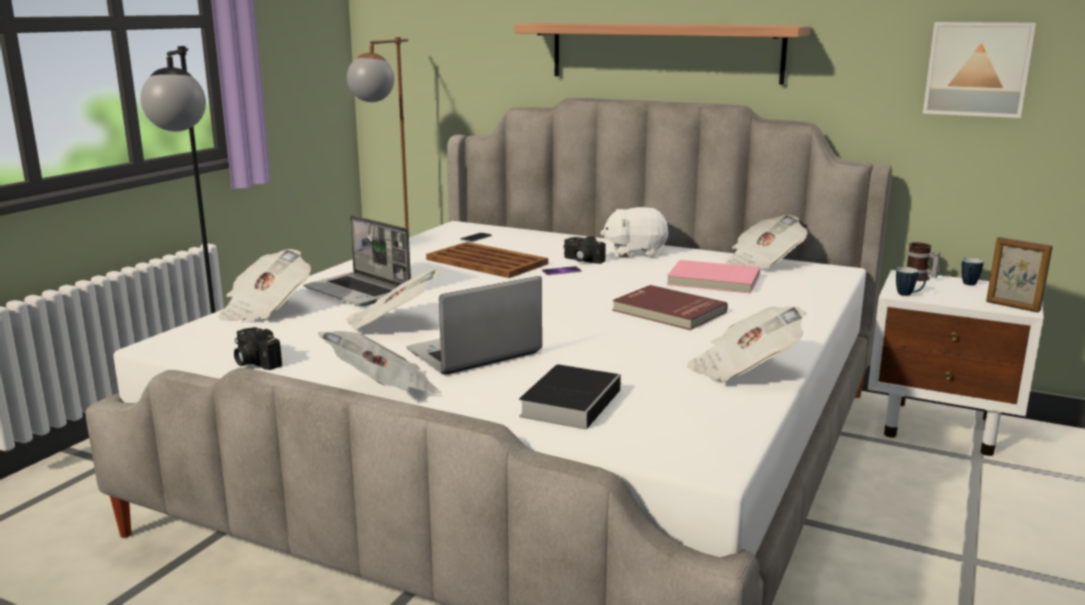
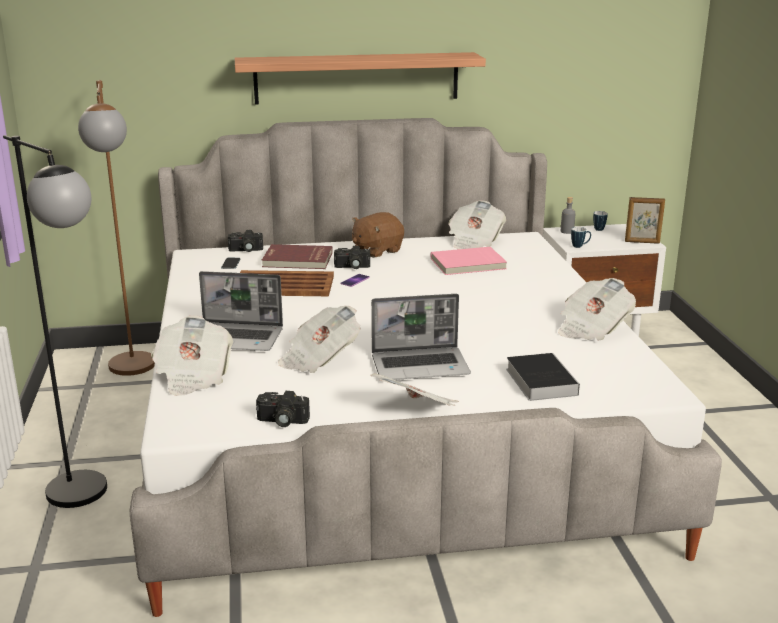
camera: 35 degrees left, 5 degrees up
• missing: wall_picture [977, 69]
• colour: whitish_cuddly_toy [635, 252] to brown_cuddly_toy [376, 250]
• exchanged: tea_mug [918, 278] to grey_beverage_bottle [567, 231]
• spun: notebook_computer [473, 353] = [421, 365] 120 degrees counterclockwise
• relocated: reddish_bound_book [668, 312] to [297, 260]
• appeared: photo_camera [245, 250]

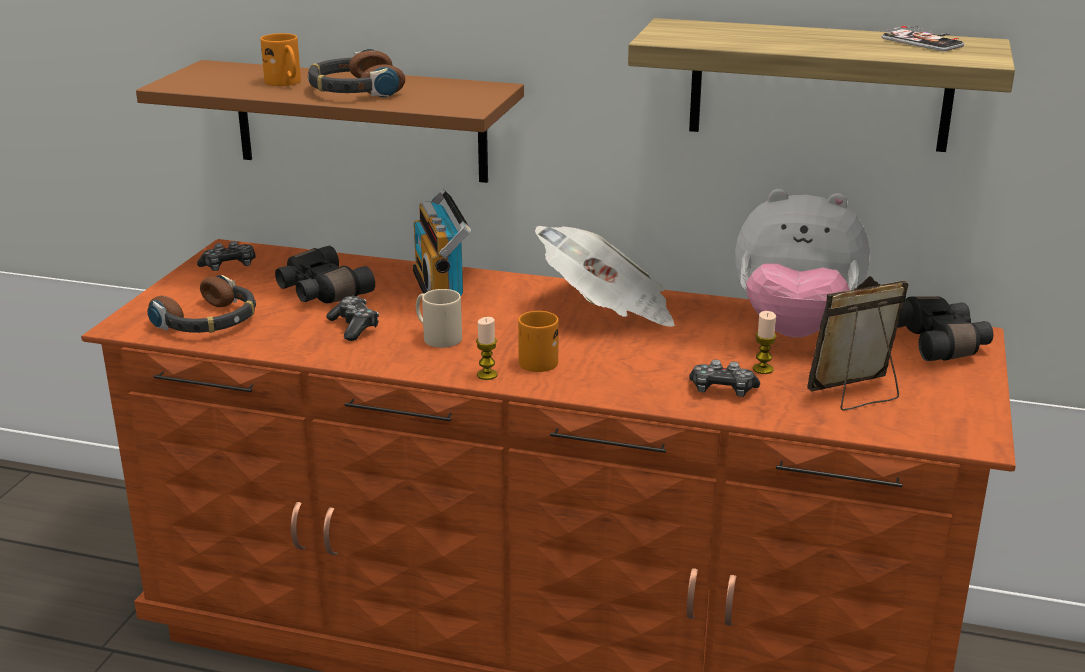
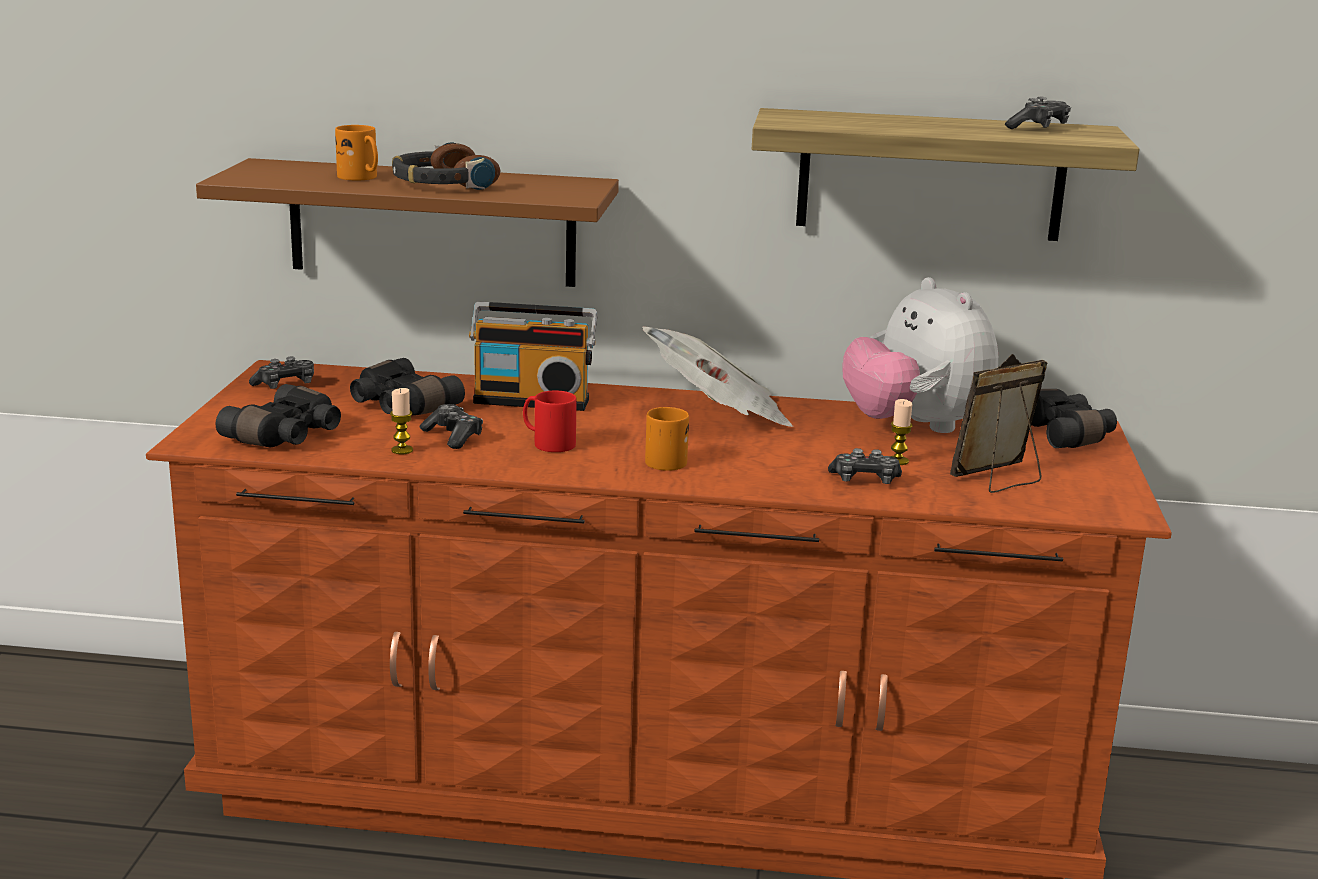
camera: 10 degrees left, 5 degrees down
• exchanged: handset [922, 42] to joypad [1038, 128]
• spun: radio [441, 288] = [532, 400] 60 degrees counterclockwise
• spun: cuddly_toy [794, 329] = [915, 426] 60 degrees clockwise
• exchanged: headset [208, 321] to black-coloured_field_glasses [287, 435]
• colour: beige-coloured_tea_mug [436, 337] to reddish_tea_mug [547, 443]
• relocated: candle [487, 375] to [402, 450]

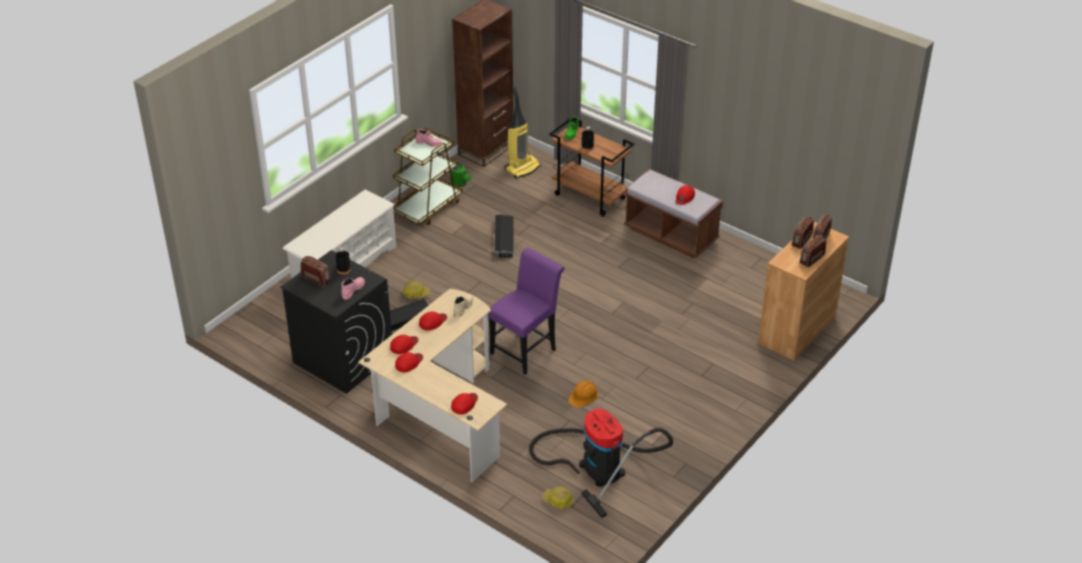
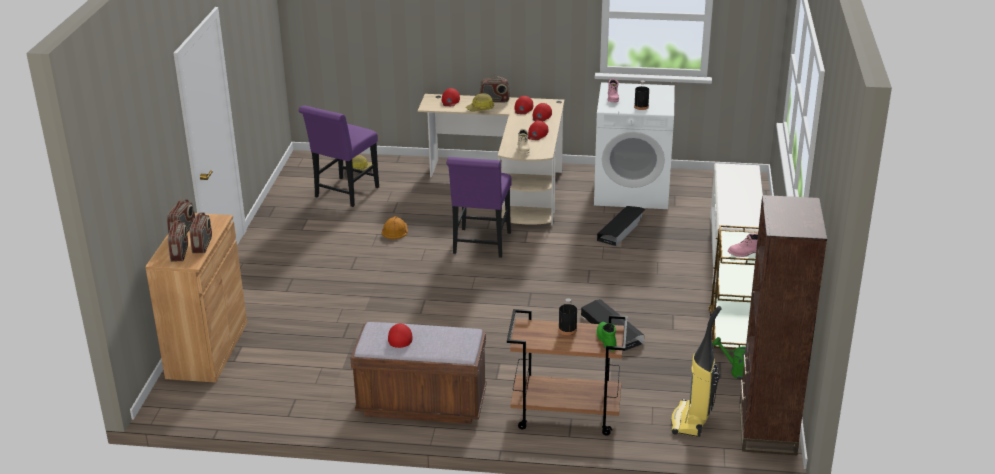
camera: 150 degrees right, 10 degrees down
• colour: black-coloured_washing_machine [342, 359] to whitish_washing_machine [632, 191]
• relocated: radio [316, 279] to [494, 100]
• relocated: hard_hat [416, 293] to [481, 109]
• exchanged: vacuum [597, 466] to purple_plain_chair [344, 194]

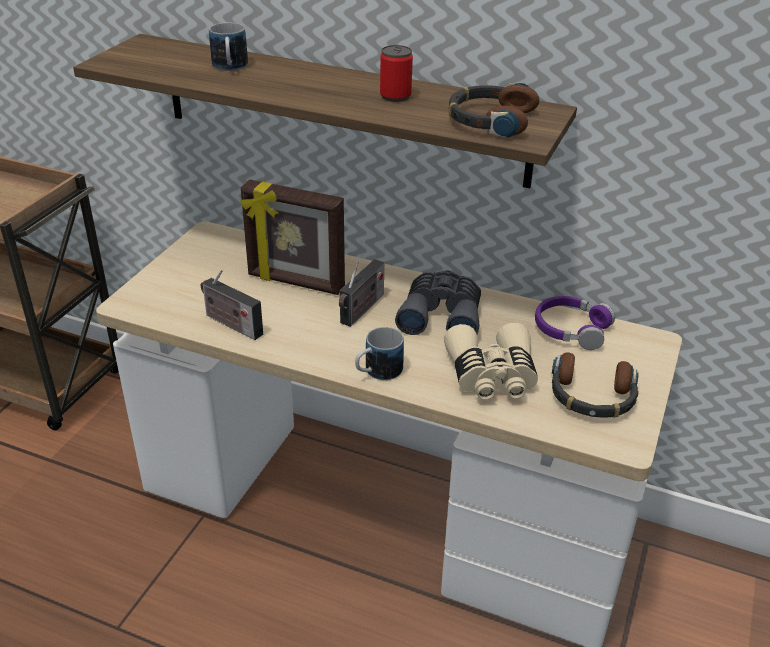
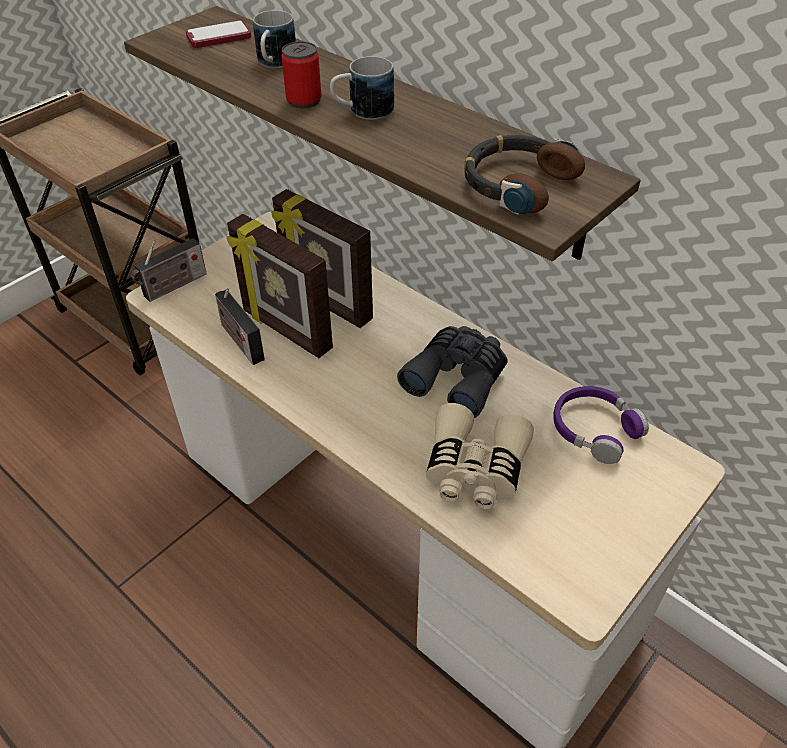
camera: 20 degrees right, 10 degrees up
• relocated: sealed_can [395, 96] to [304, 100]
• relocated: radio [361, 310] to [173, 287]
• relocated: tea_mug [377, 372] to [362, 111]
• missing: headset [591, 396]
• appeared: handset [219, 36]
• appeared: photo_frame [285, 331]

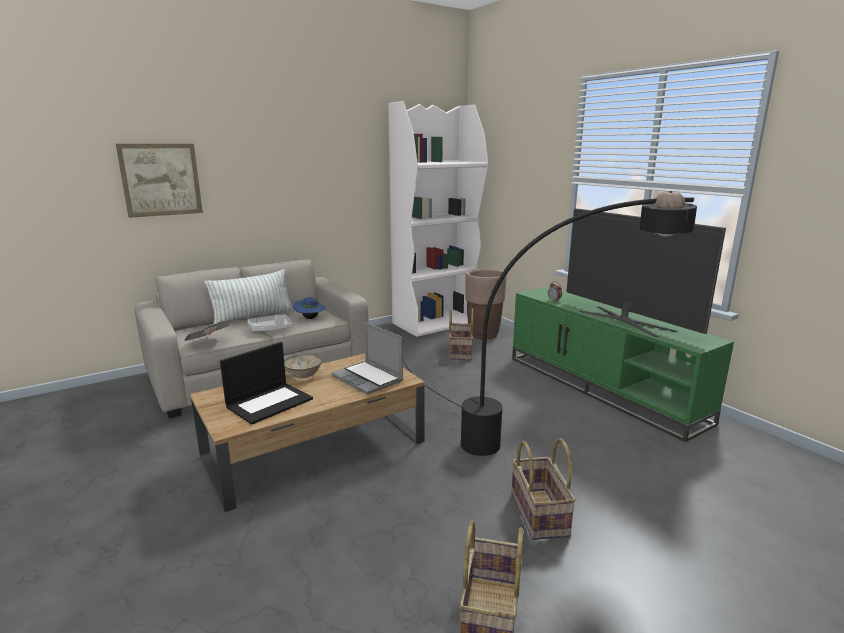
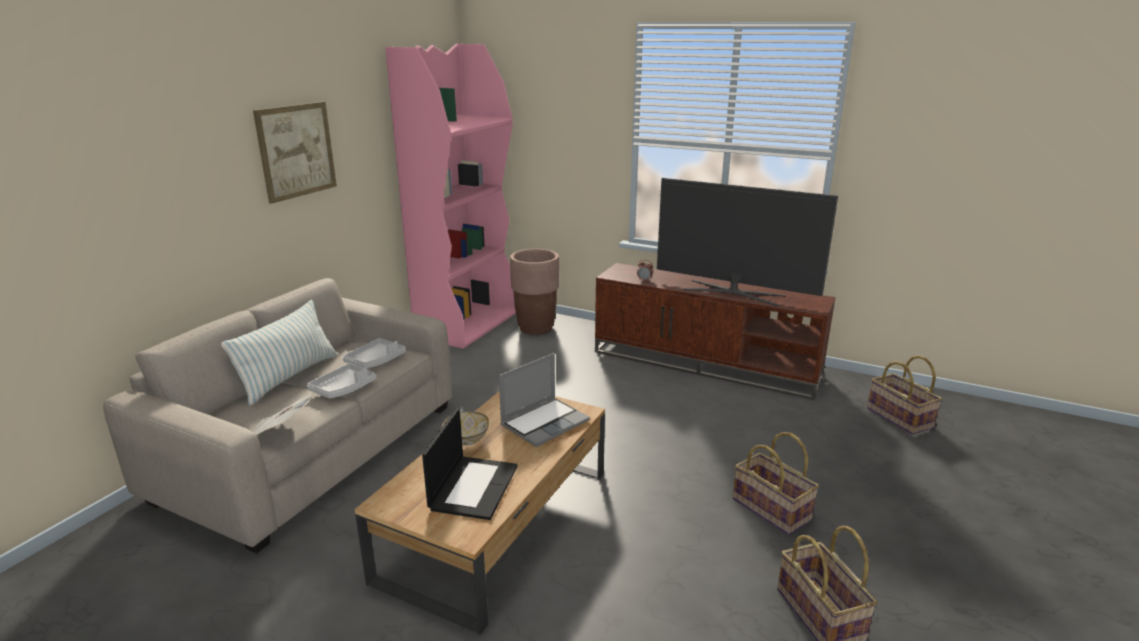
camera: 30 degrees left, 5 degrees up
• colour: whitish_bookcase [437, 322] to pink_bookcase [468, 323]
• relocated: wall_picture [161, 180] to [296, 151]
• missing: black-coloured_standing_lamp [526, 435]
• colour: green-coloured_tv_unit [602, 388] to brown_tv_unit [706, 363]
• exchanged: blue-coloured_wearable_hat [310, 318] to grey_carrying_tray [376, 361]
• relocated: basket [460, 352] to [898, 418]
• spun: notebook_computer [368, 379] = [545, 422] 60 degrees counterclockwise

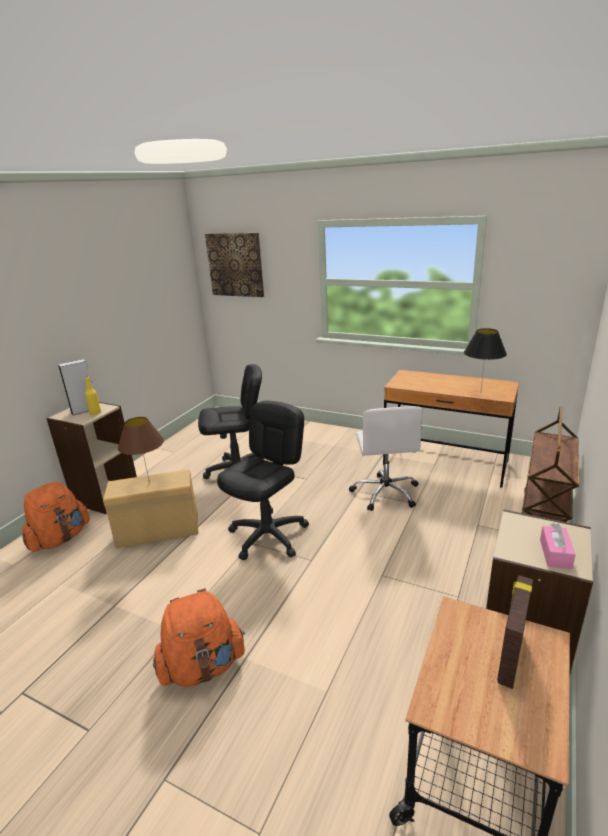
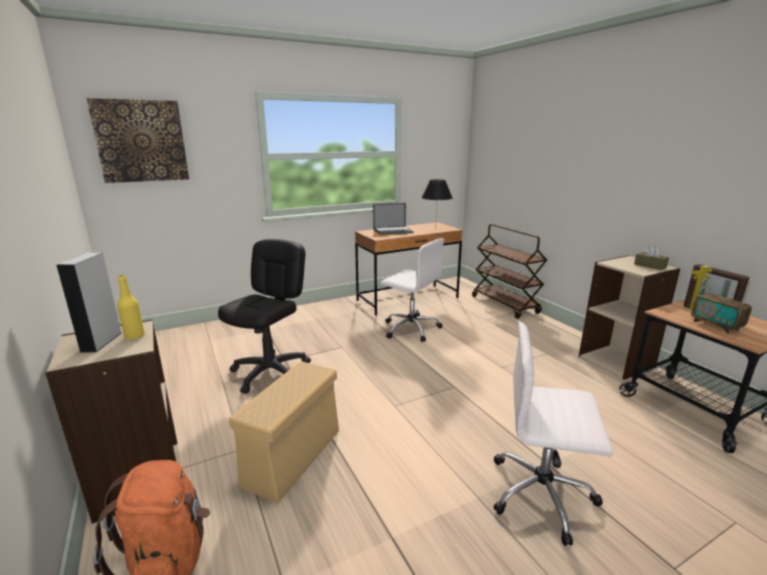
camera: 55 degrees left, 5 degrees down
• missing: black-coloured_desk_chair [268, 536]
• missing: brown_tabletop_lamp [149, 483]
• colour: pink_tissue_box [555, 553] to brown_tissue_box [650, 266]
• exchanged: orangey_knapsack [203, 667] to whitish_desk_chair [543, 494]
• appeared: notebook_computer [393, 231]
• appeared: radio [716, 326]

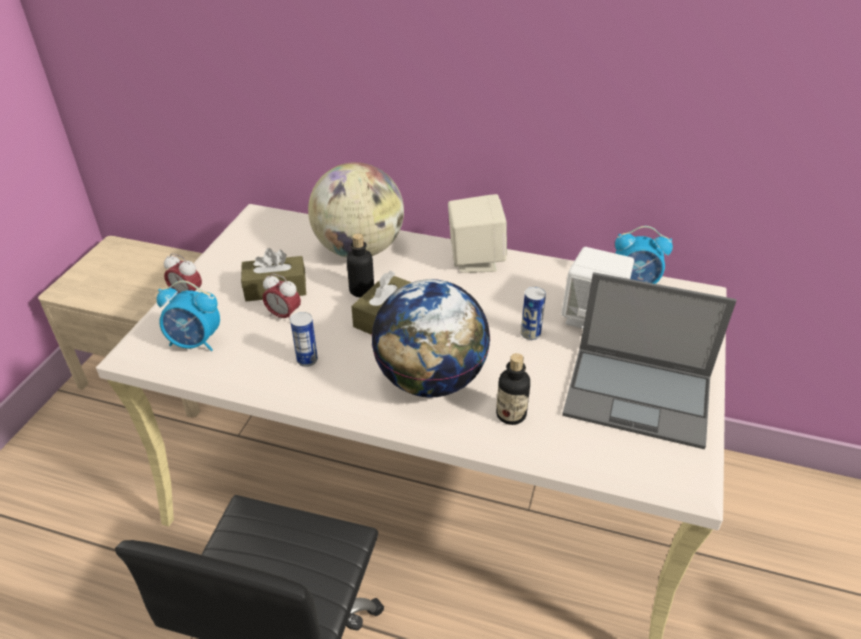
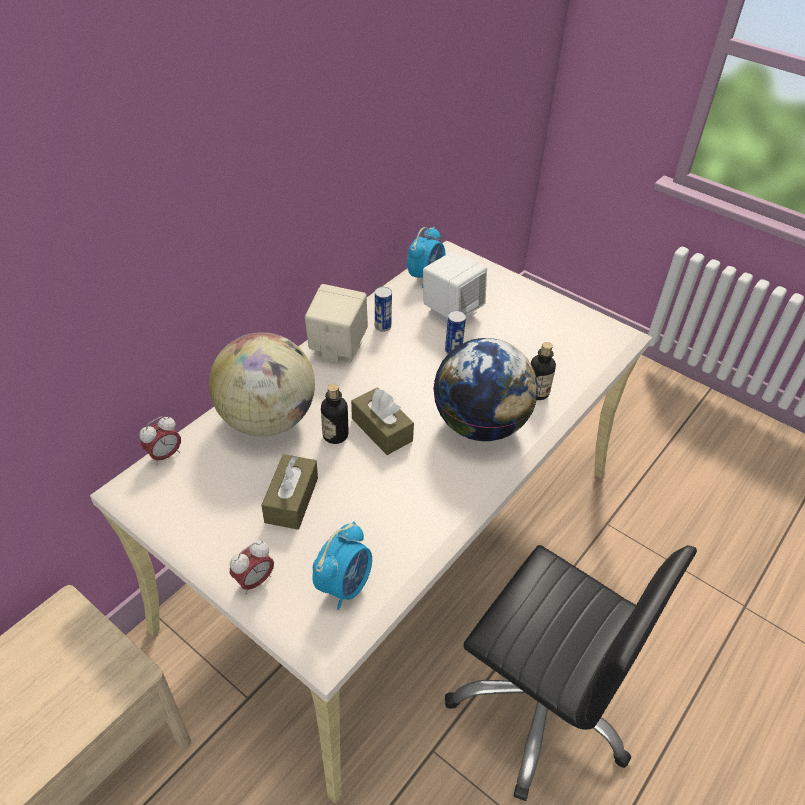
camera: 70 degrees left, 5 degrees up
• missing: notebook_computer [639, 396]
• relocated: alarm_clock [284, 316] to [165, 455]
• relocated: sealed_can [307, 360] to [382, 326]

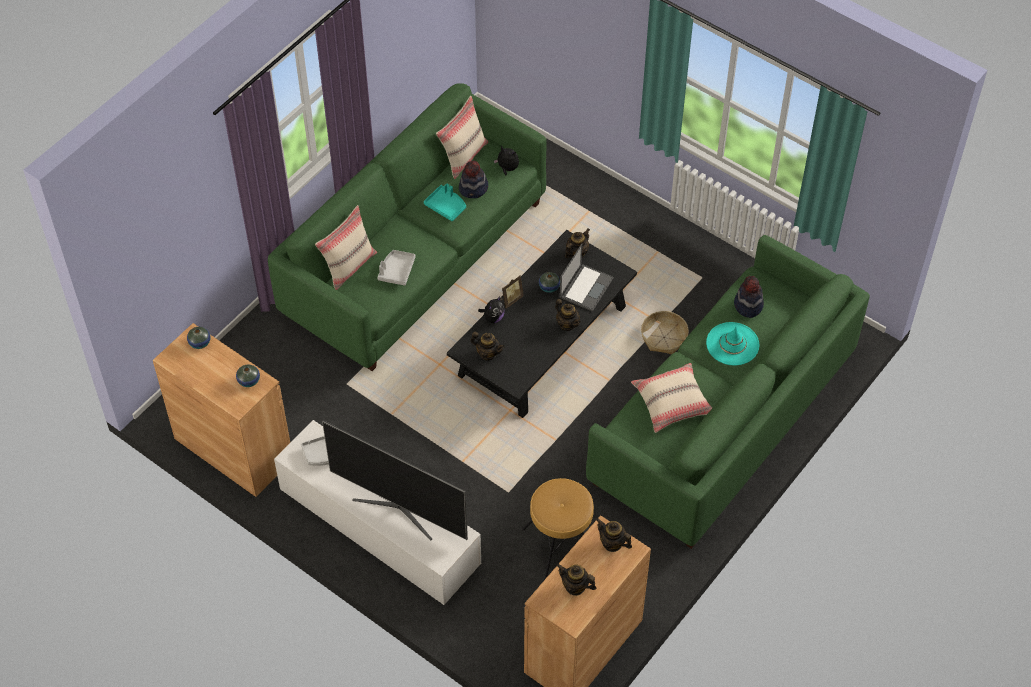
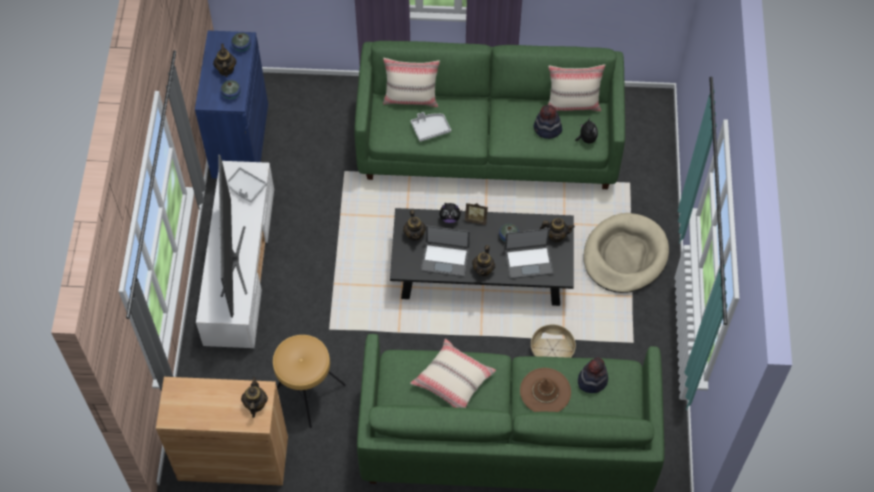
camera: 55 degrees right, 5 degrees up
• missing: turquoise-coloured_carrying_tray [446, 206]
• colour: turquoise-coloured_wearable_hat [732, 344] to brown_wearable_hat [545, 391]
• colour: brown_cupboard [233, 449] to blue-coloured_cupboard [240, 140]
• relocated: tea_pot [575, 587] to [226, 69]
• appeared: beige-coloured_dog_bed [625, 255]
• appeared: notebook_computer [445, 259]

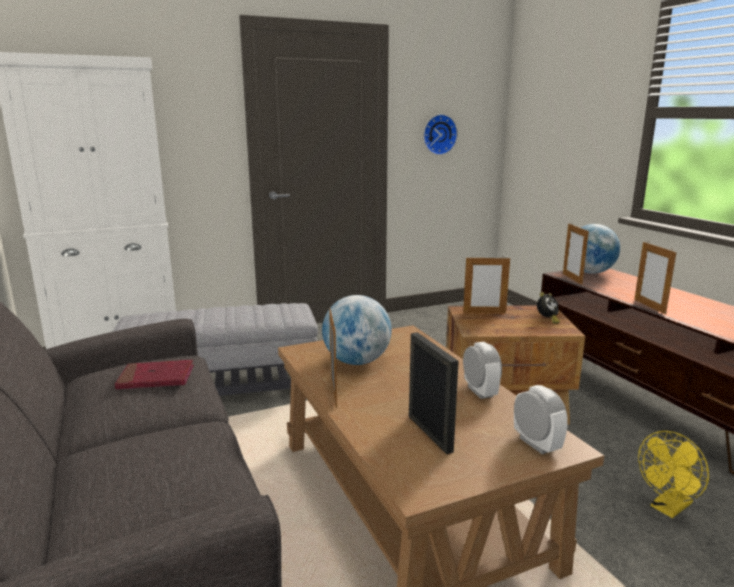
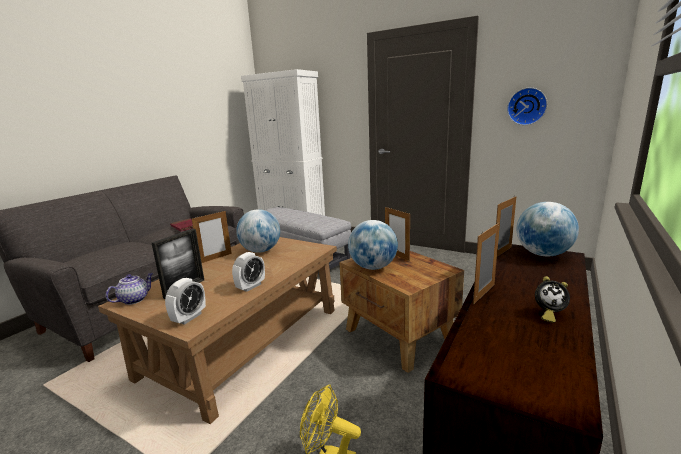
camera: 55 degrees right, 0 degrees up
• relocated: alarm_clock [547, 320] to [548, 314]
• appeared: desk_globe [373, 267]
• appeared: tea_pot [134, 299]

